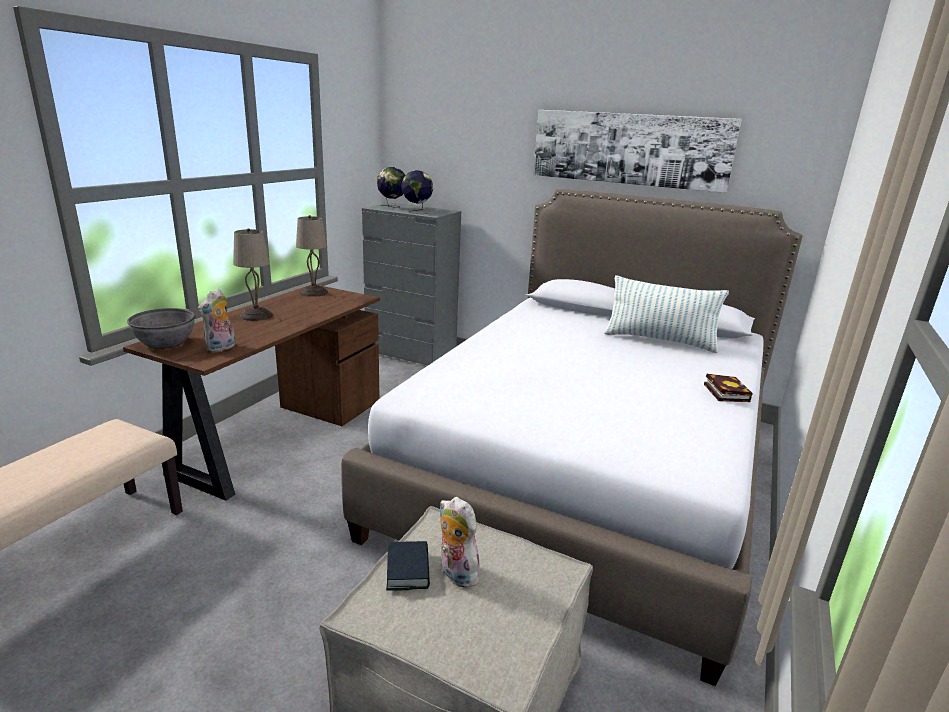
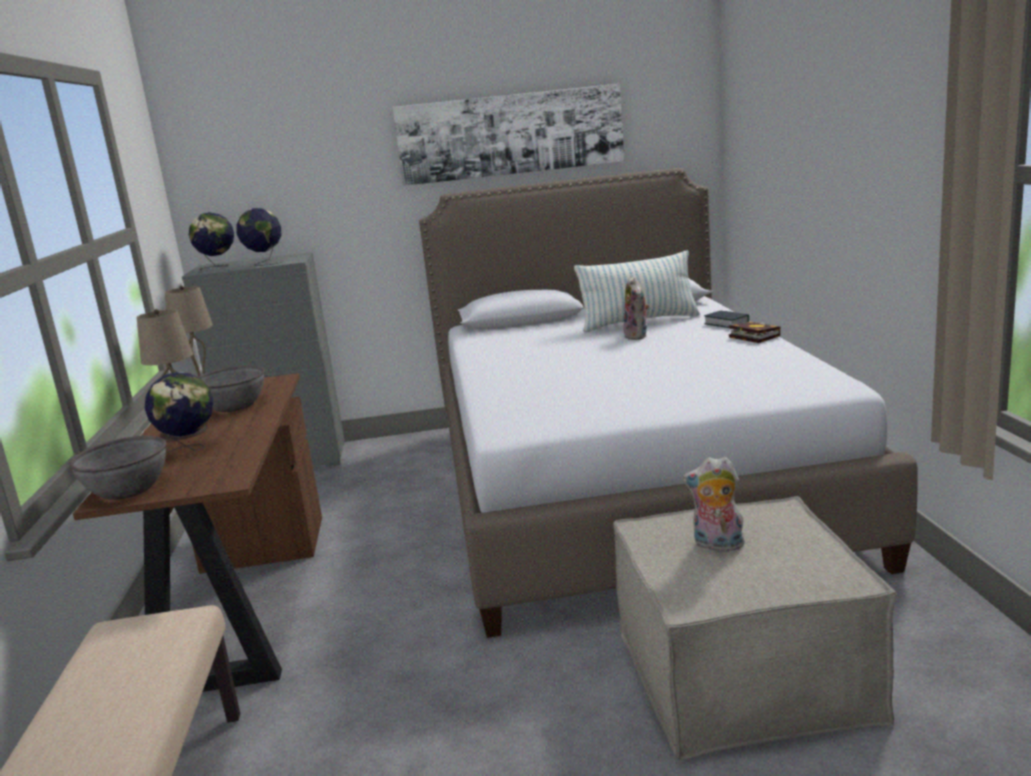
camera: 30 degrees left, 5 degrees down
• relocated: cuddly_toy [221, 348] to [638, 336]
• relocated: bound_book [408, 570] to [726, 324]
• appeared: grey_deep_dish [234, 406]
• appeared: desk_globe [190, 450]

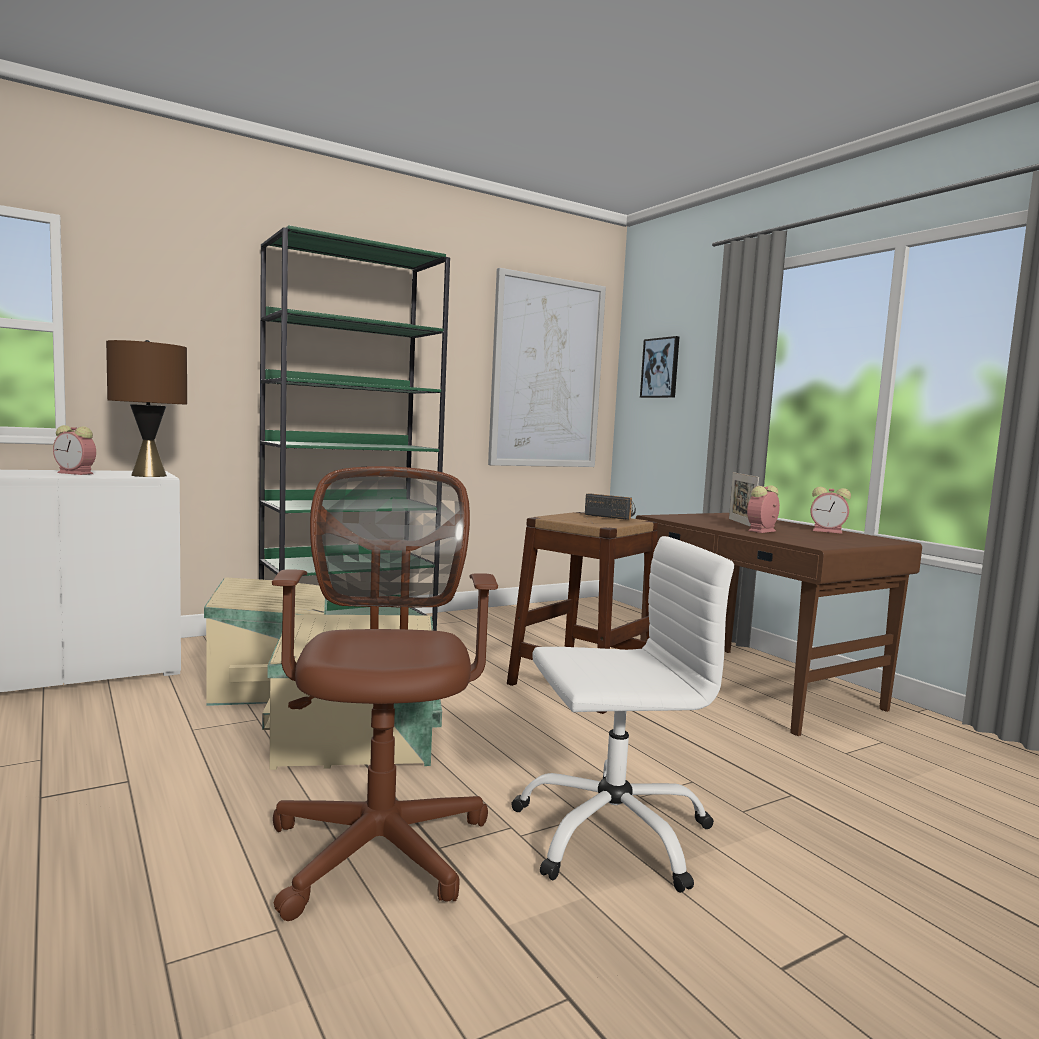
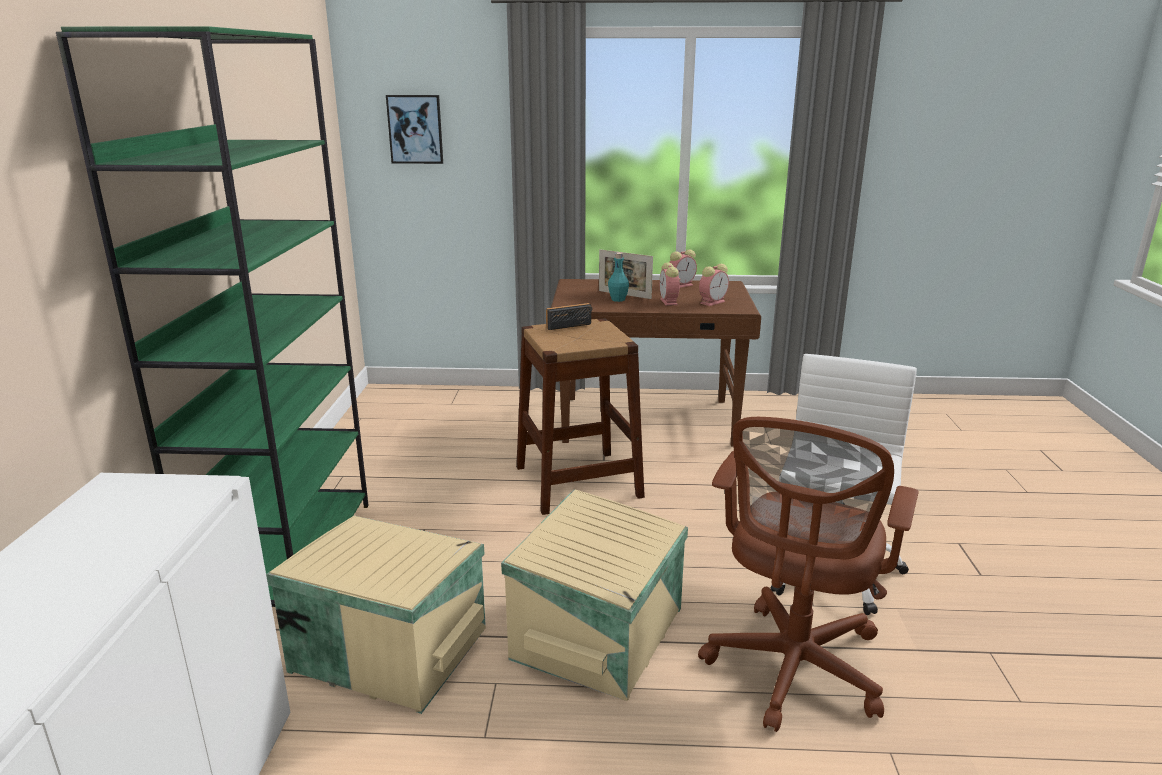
camera: 55 degrees left, 15 degrees up
• missing: wall_picture [546, 373]
• missing: brown_tabletop_lamp [149, 475]
• relocated: alarm_clock [77, 473] to [713, 302]
• spun: brown_desk_chair [380, 842] = [792, 671] 90 degrees counterclockwise
• appeared: turquoise-coloured_beverage_bottle [618, 299]

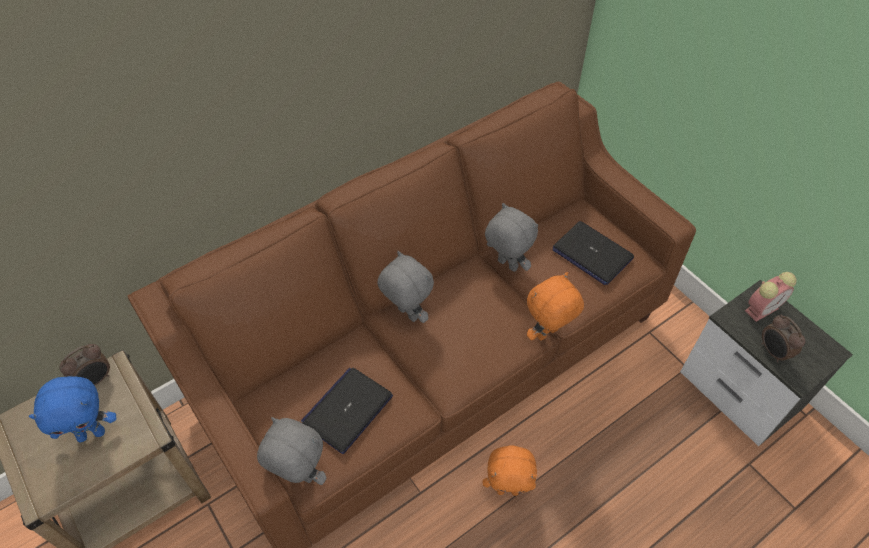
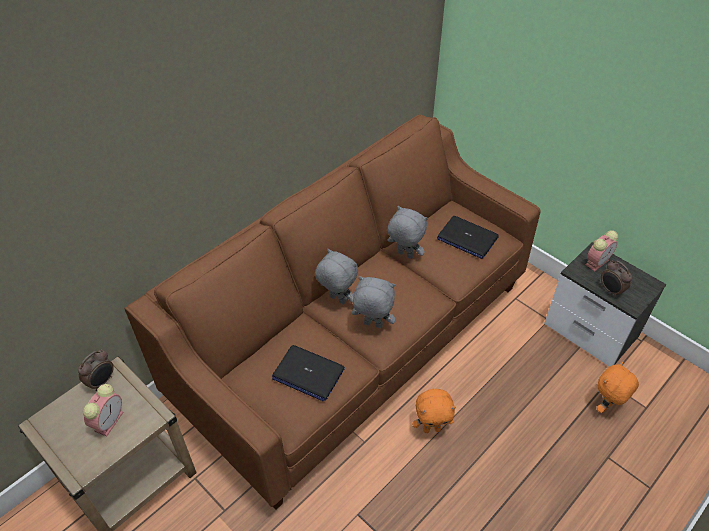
camera: 10 degrees left, 5 degrees down
• relocated: orangey_cuddly_toy [547, 334] to [606, 406]
• spun: notebook_computer [347, 409] = [308, 373] 90 degrees counterclockwise
• exchanged: blue-coloured_cuddly_toy [92, 433] to alarm_clock [109, 420]
• relocated: grey_cuddly_toy [299, 476] to [372, 325]

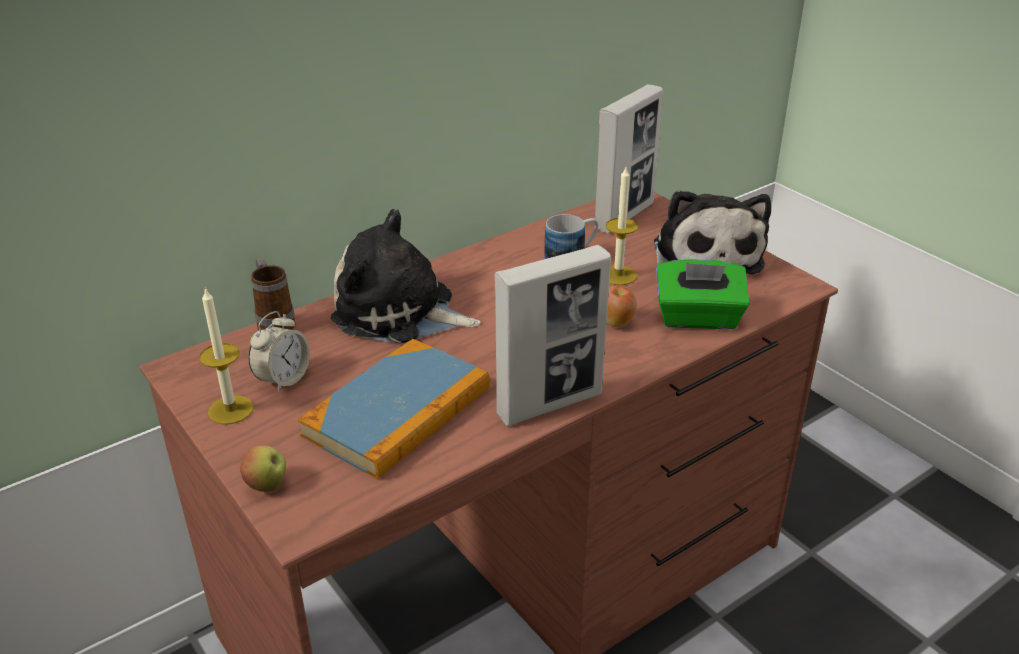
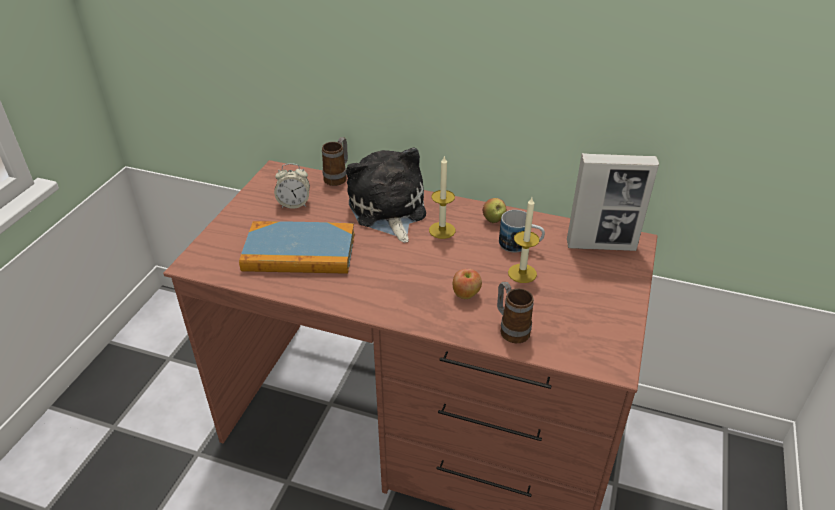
camera: 55 degrees right, 5 degrees up
• missing: cuddly_toy [705, 254]
• missing: photo_frame [550, 404]
• exchanged: green-coloured_tissue_box [698, 318] to tea_mug [511, 329]
• relocated: candle [230, 410] to [442, 230]
• relocated: whole_apple [267, 485] to [494, 220]

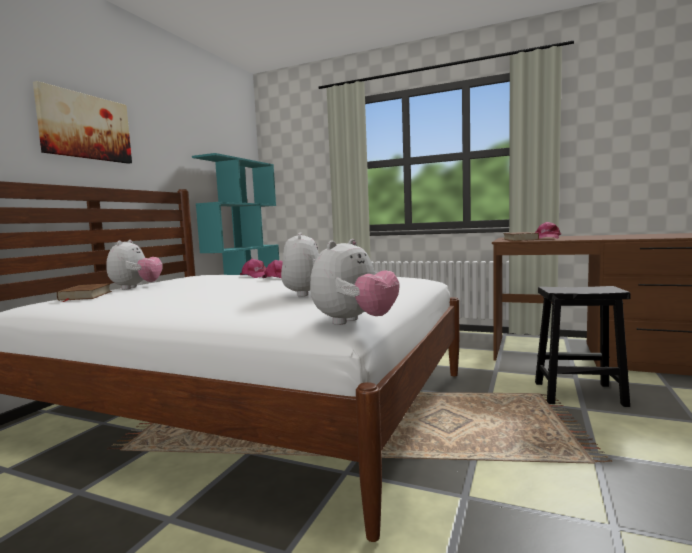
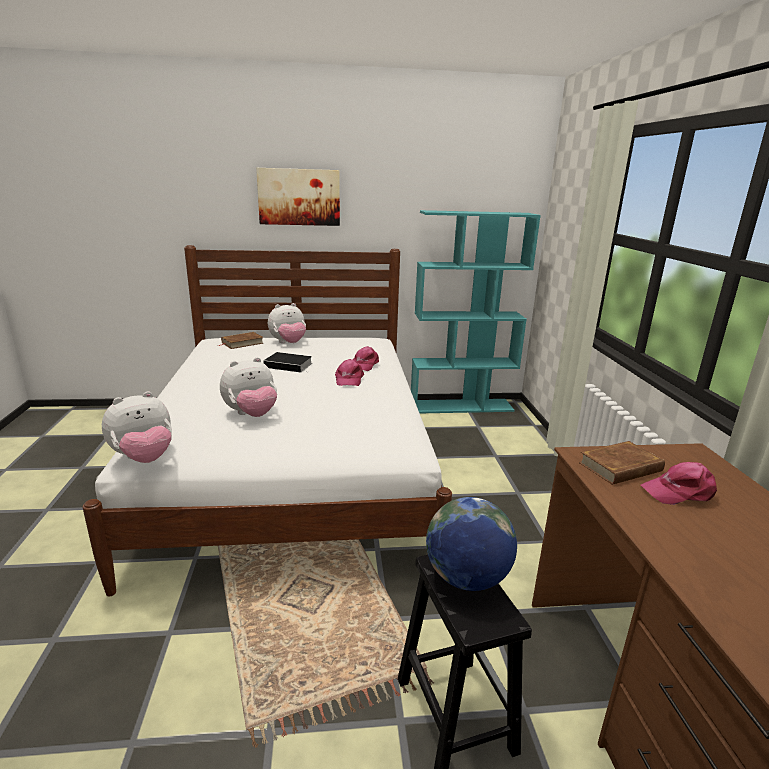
camera: 60 degrees right, 15 degrees up
• spun: cuddly_toy [354, 322] = [144, 458] 45 degrees counterclockwise
• appeared: bound_book [290, 365]
• appeared: desk_globe [466, 578]

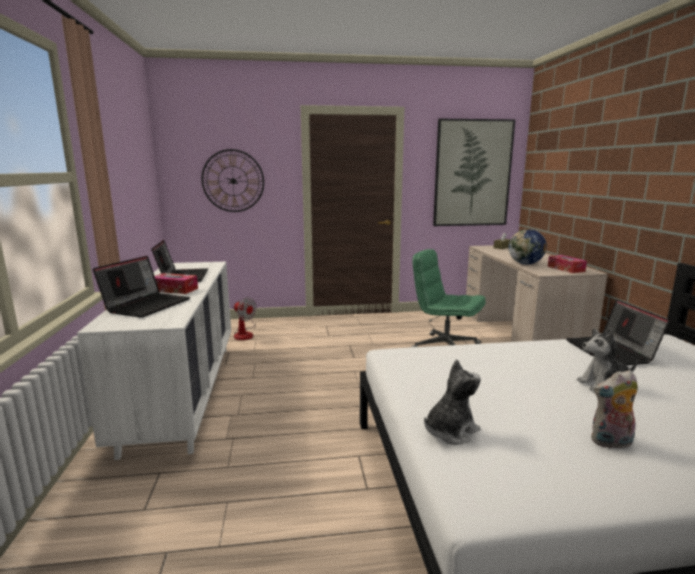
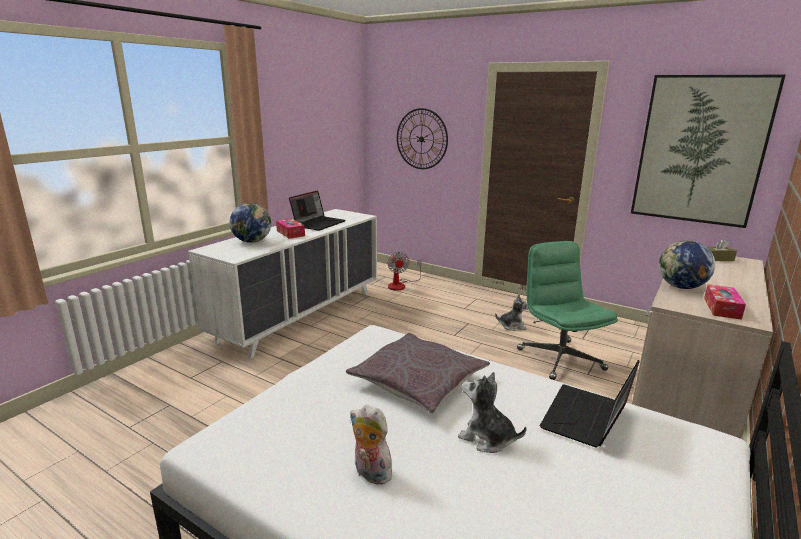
camera: 40 degrees right, 5 degrees up
• exchanged: notebook_computer [147, 305] to desk_globe [252, 241]
• relocated: cuddly_toy [450, 431] to [512, 326]
• appeared: grey_cushion [418, 381]

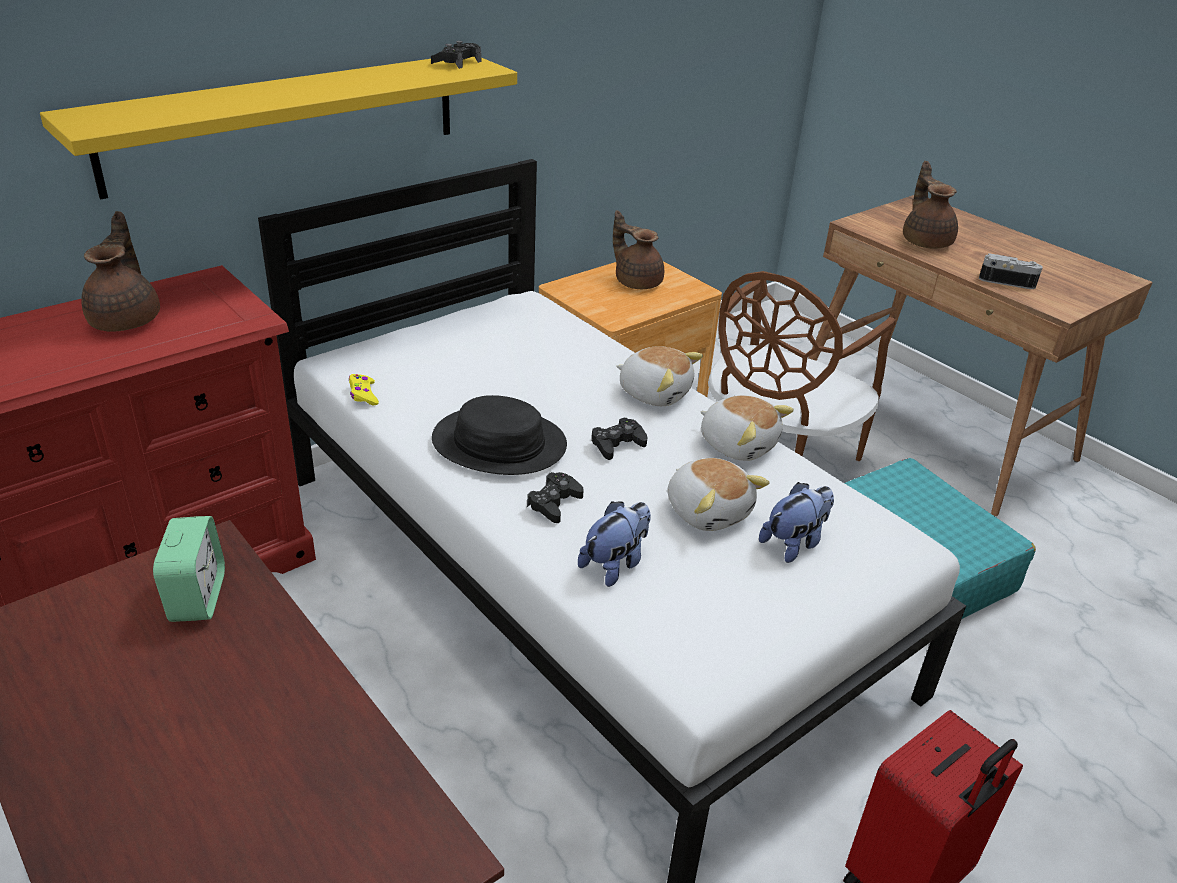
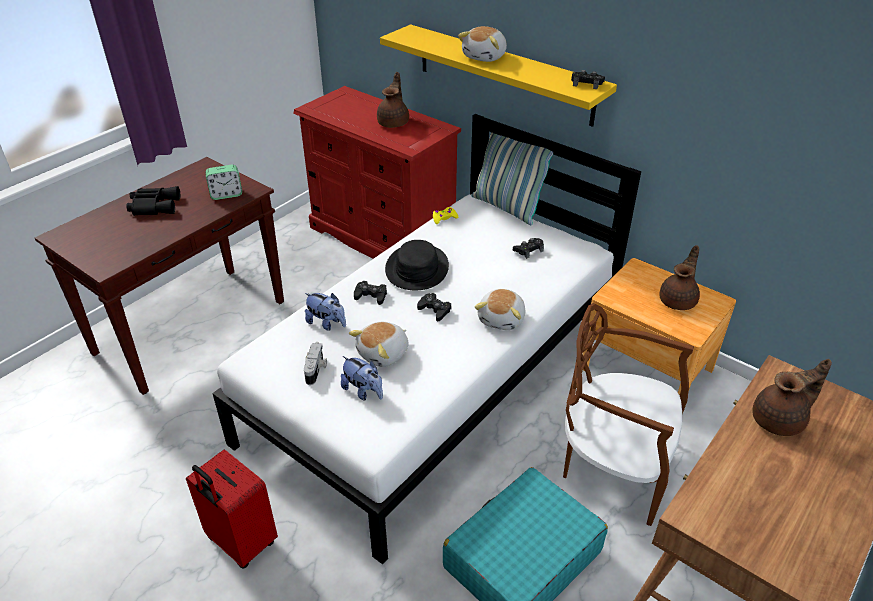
camera: 80 degrees right, 5 degrees up
• spun: brown_tea_pot [127, 319] = [394, 122] 60 degrees counterclockwise
• relocated: photo_camera [1006, 281] to [316, 370]
• relocated: cuddly_toy [738, 444] to [485, 57]
• appeared: cushion [507, 207]
• appeared: black-coloured_field_glasses [154, 206]
• appeared: black-coloured_joypad [528, 250]

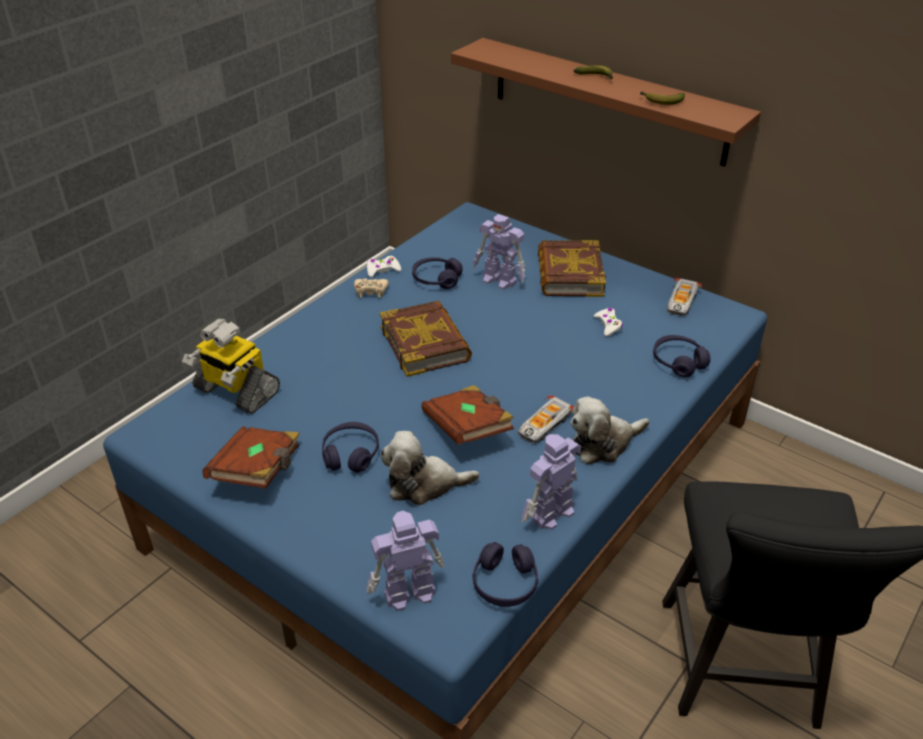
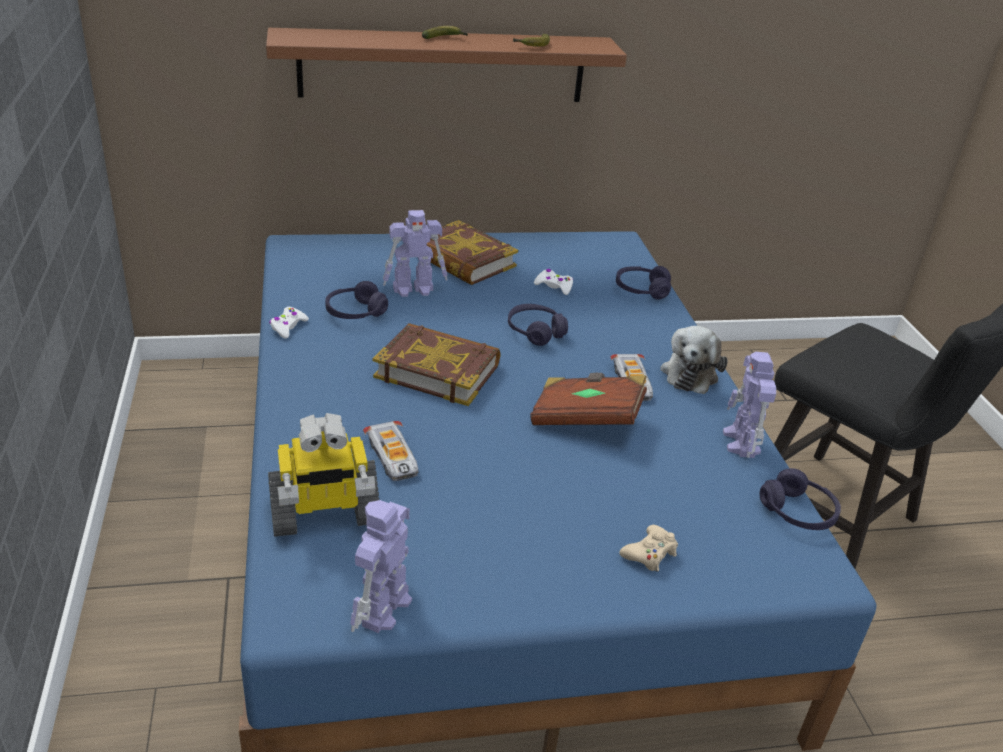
camera: 50 degrees left, 5 degrees down
• relocated: beige-coloured_joypad [371, 291] to [649, 554]
• relocated: model_car [681, 302] to [393, 457]
• relocated: purple_headset [350, 454] to [535, 332]
• missing: brown_bound_book [258, 471]
• missing: cuddly_toy [424, 484]
• relocated: model_robot [408, 593] to [382, 609]

